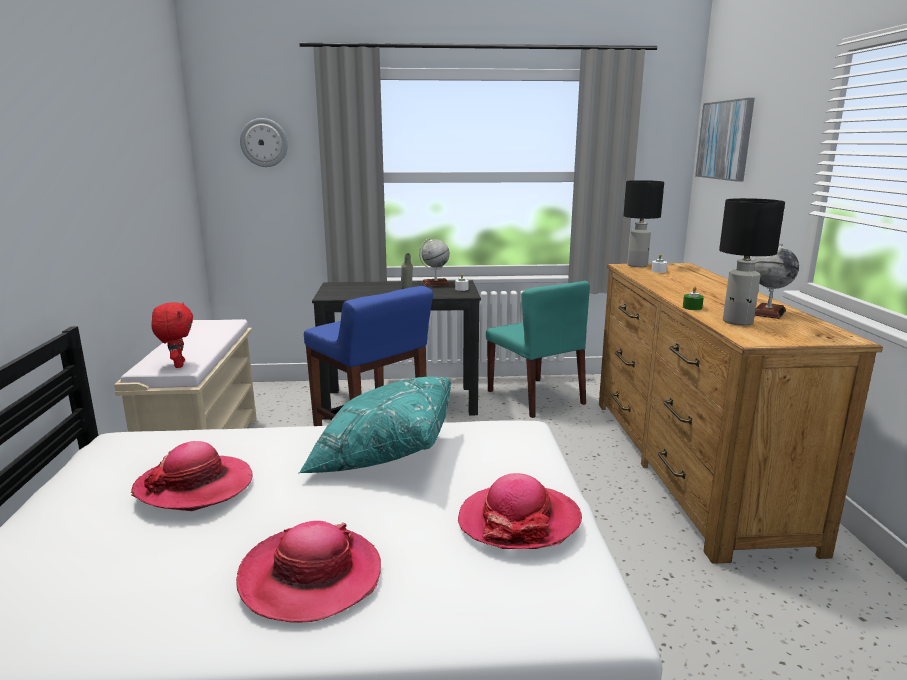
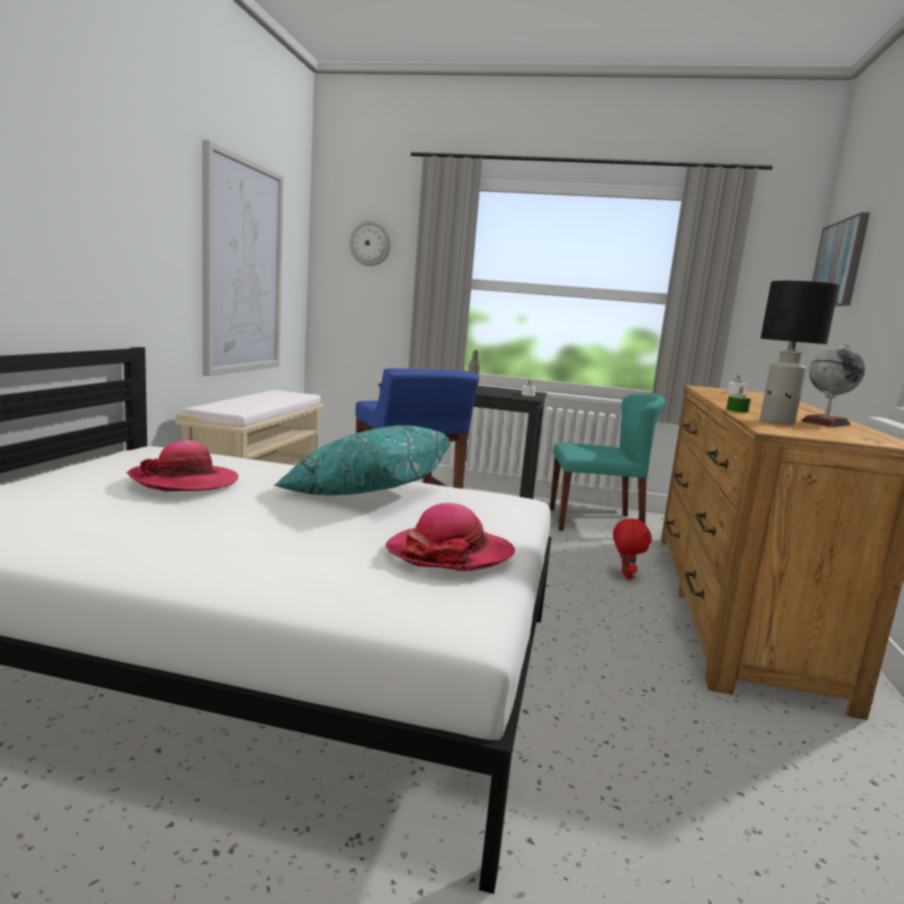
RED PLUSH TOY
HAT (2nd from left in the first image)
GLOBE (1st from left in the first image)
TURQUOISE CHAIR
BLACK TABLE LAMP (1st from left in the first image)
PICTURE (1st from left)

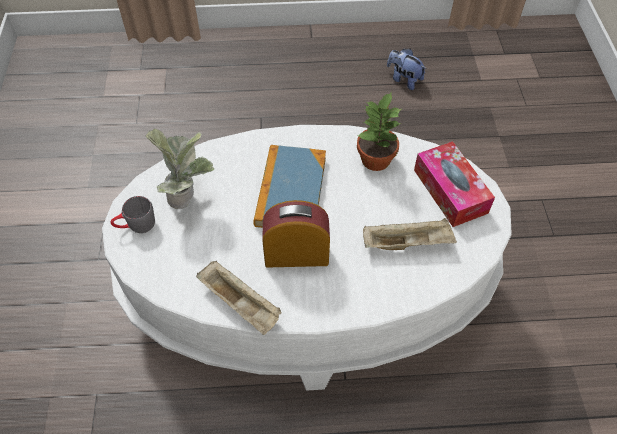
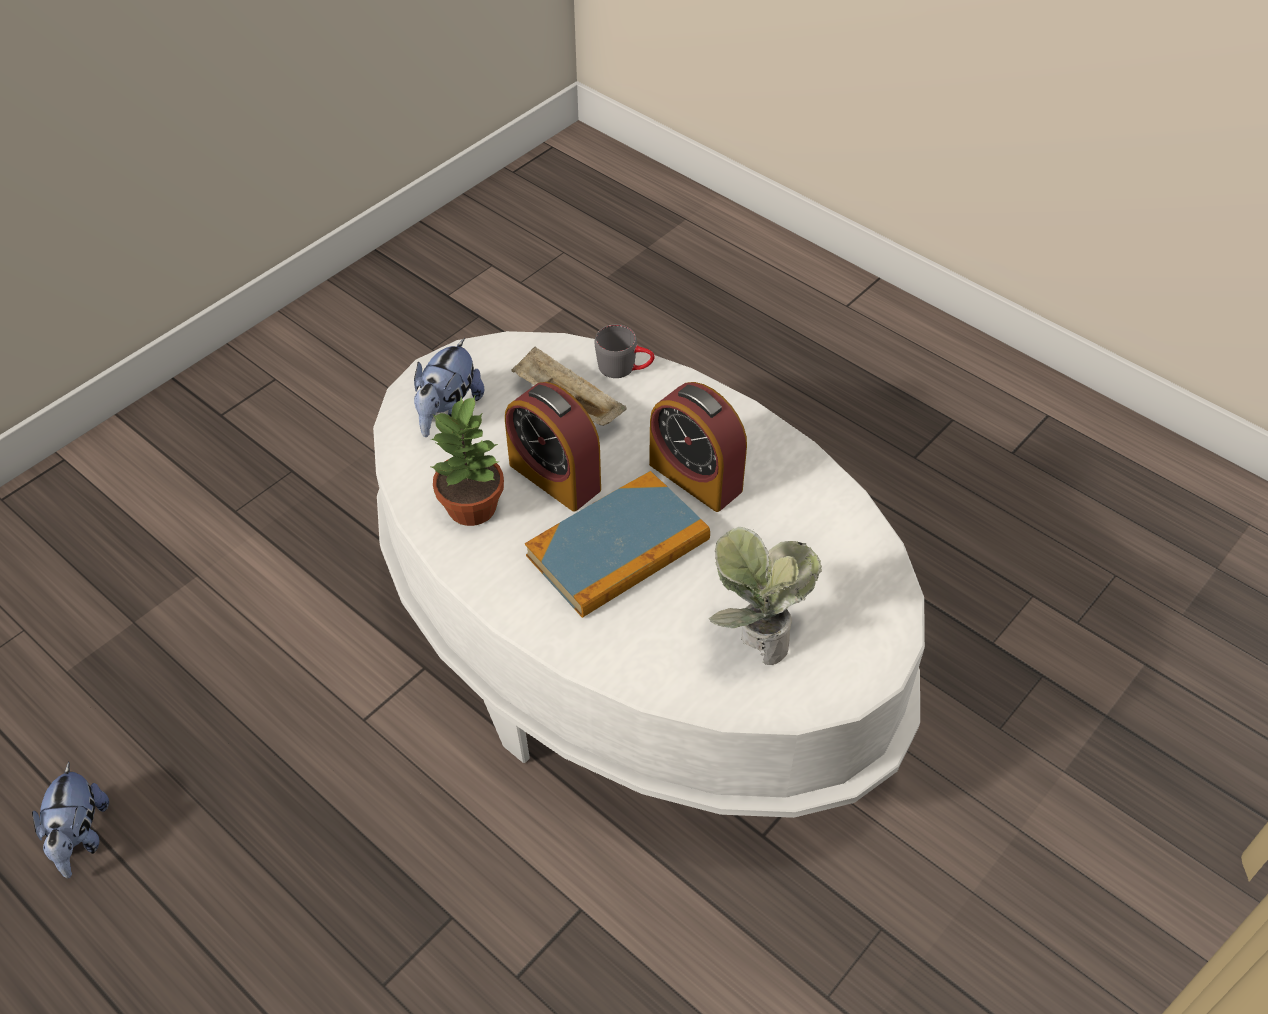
GREY MUG
BEIGE TRAY (1st from left in the first image)
PLUSH TOY (2nd from left)
ALARM CLOCK (1st from left)

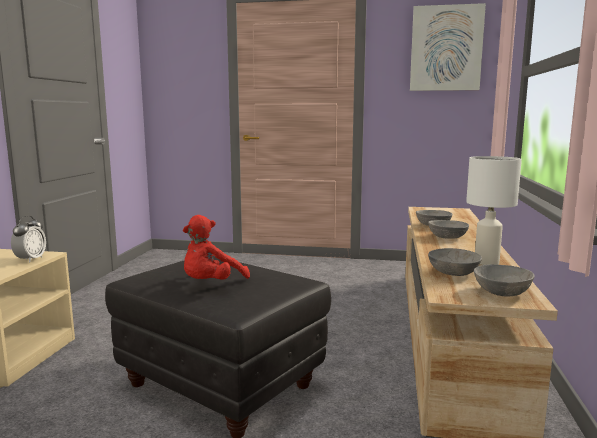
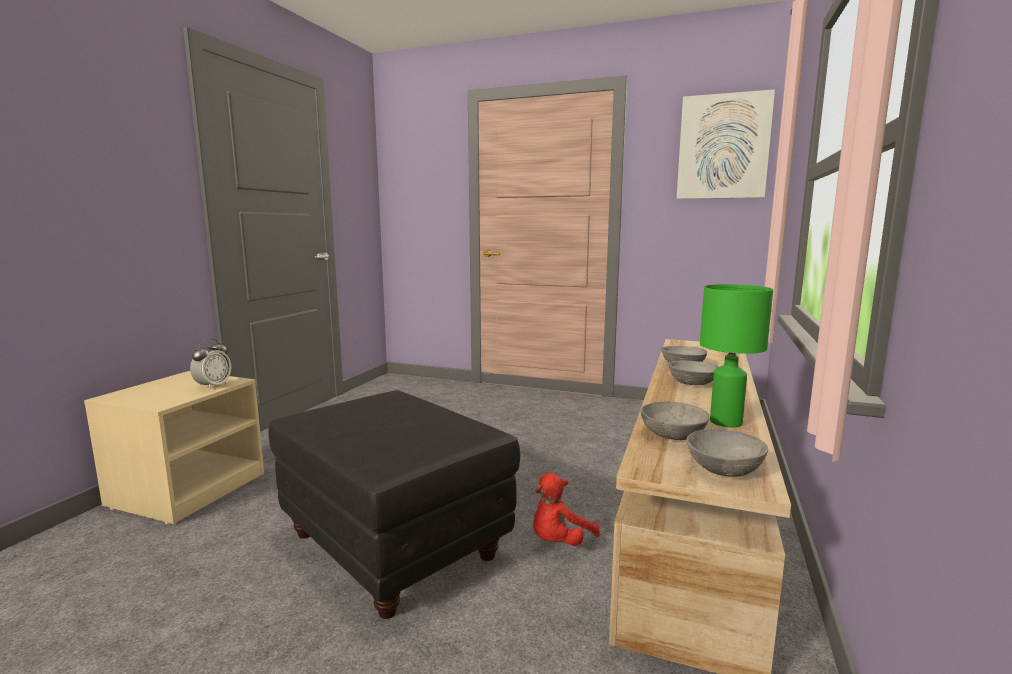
RED PLUSH TOY
GREEN TABLE LAMP

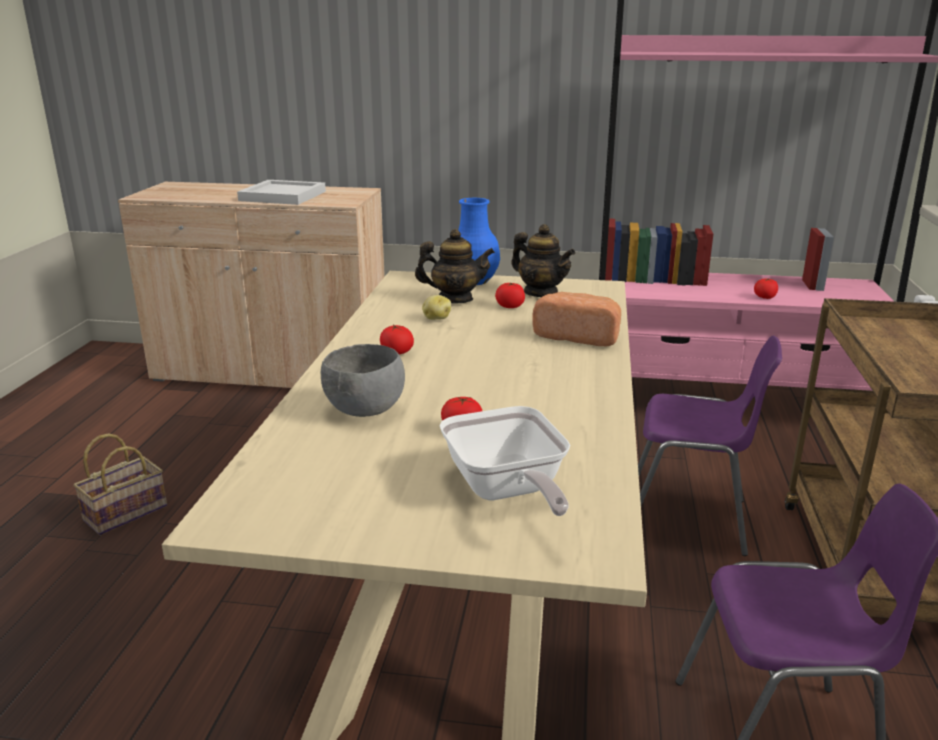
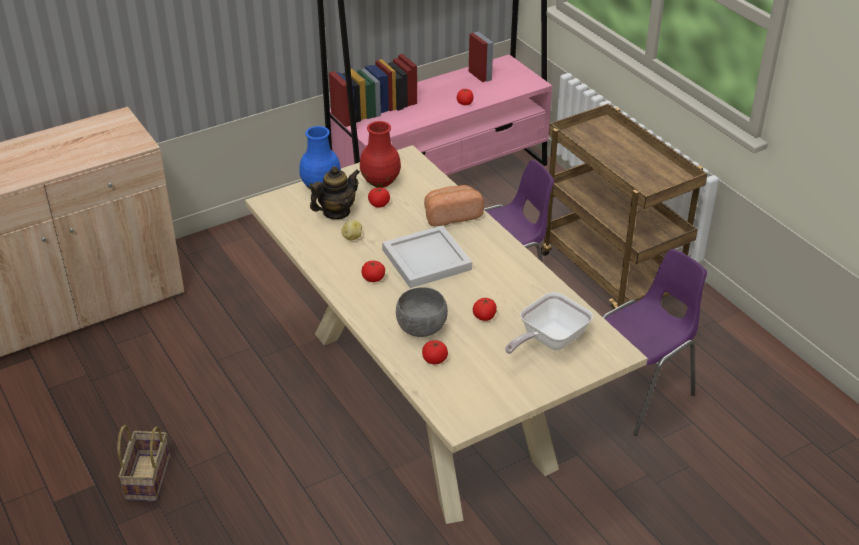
WHITE TRAY
FRYING PAN
RED VASE
TOMATO (3rd from left)

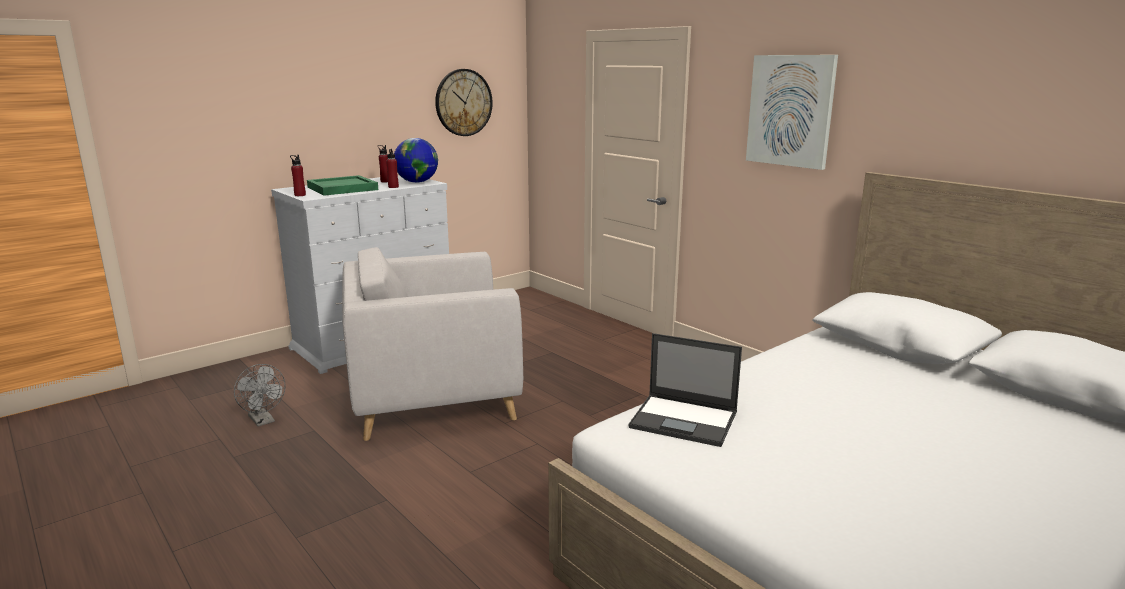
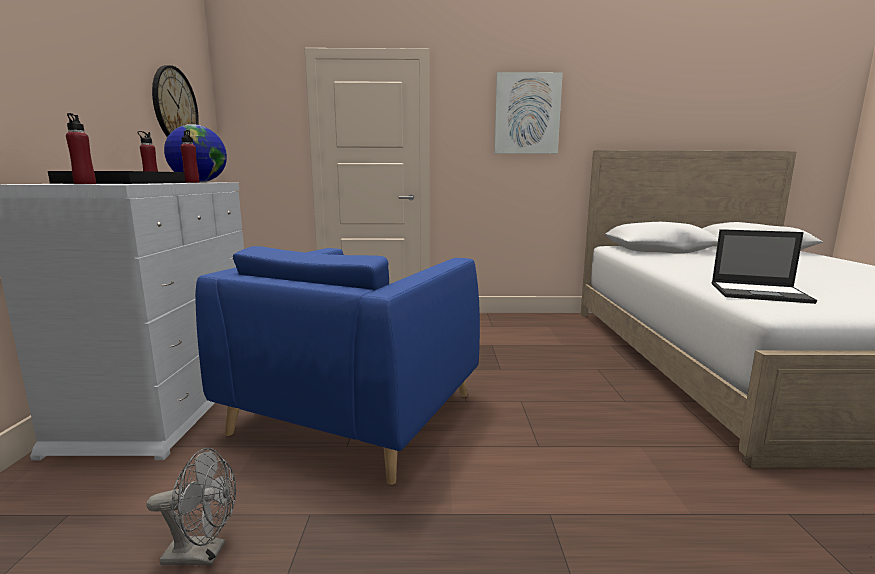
BLACK TRAY
BLUE ARMCHAIR
LAPTOP

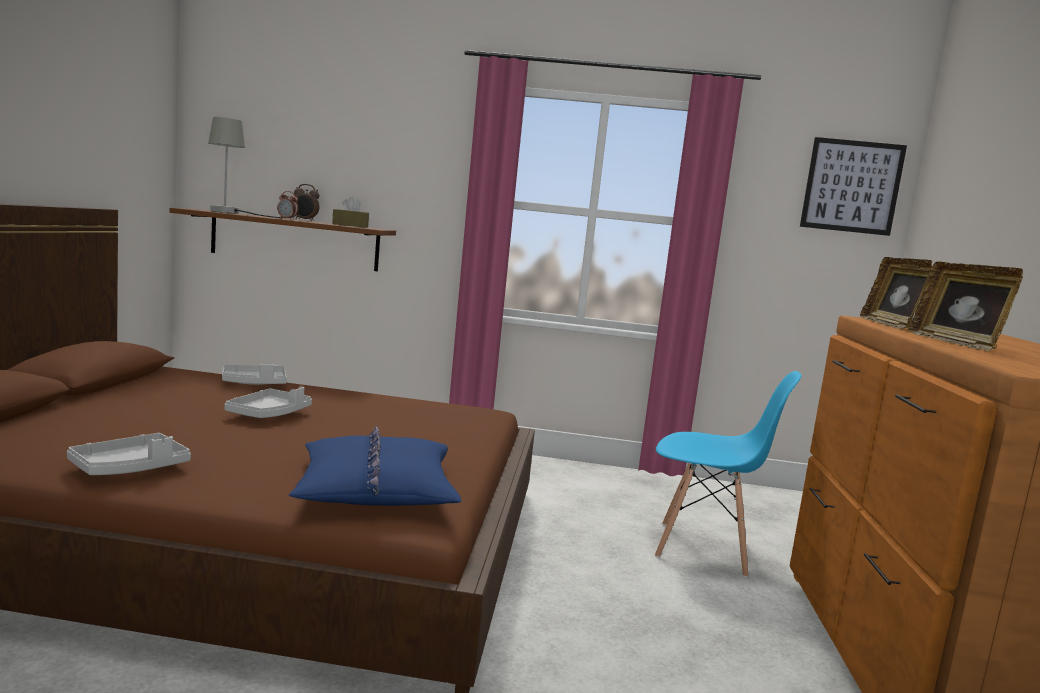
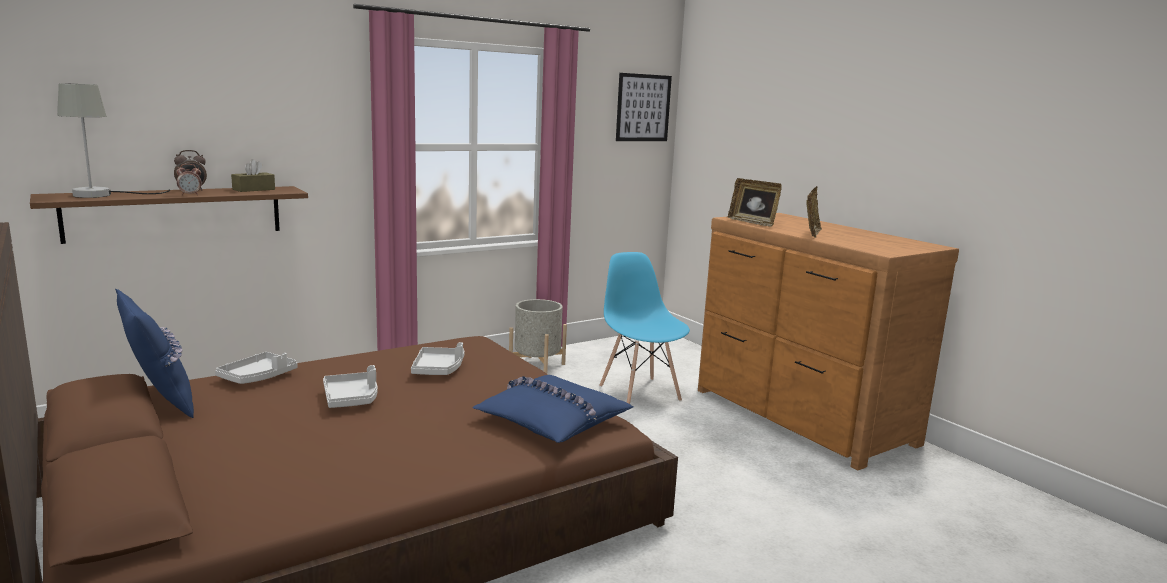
GREY TRAY (3rd from left)
BLUE CHAIR
PICTURE FRAME (2nd from left)
BLUE PILLOW (1st from left)
GREY PLANTER

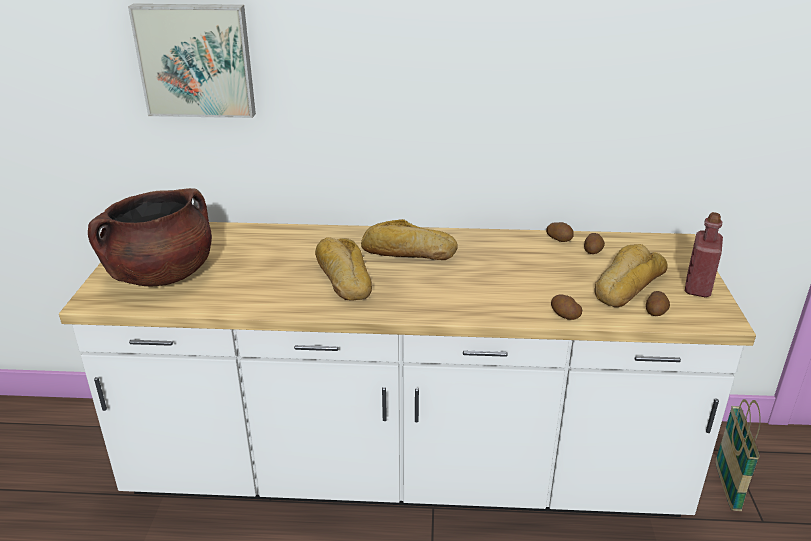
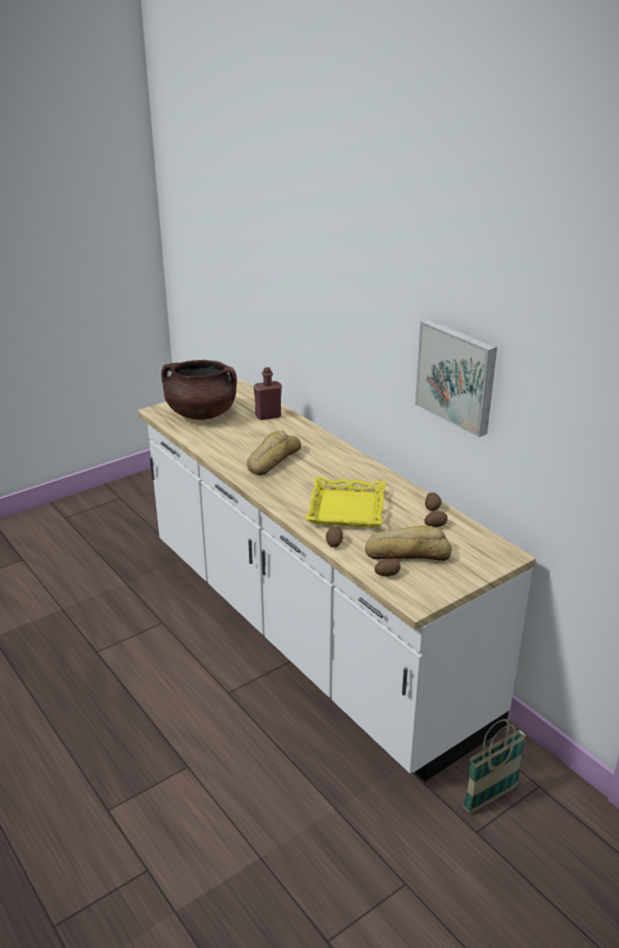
PICTURE
BREAD (2nd from left in the first image)
RED BOTTLE
YELLOW TRAY

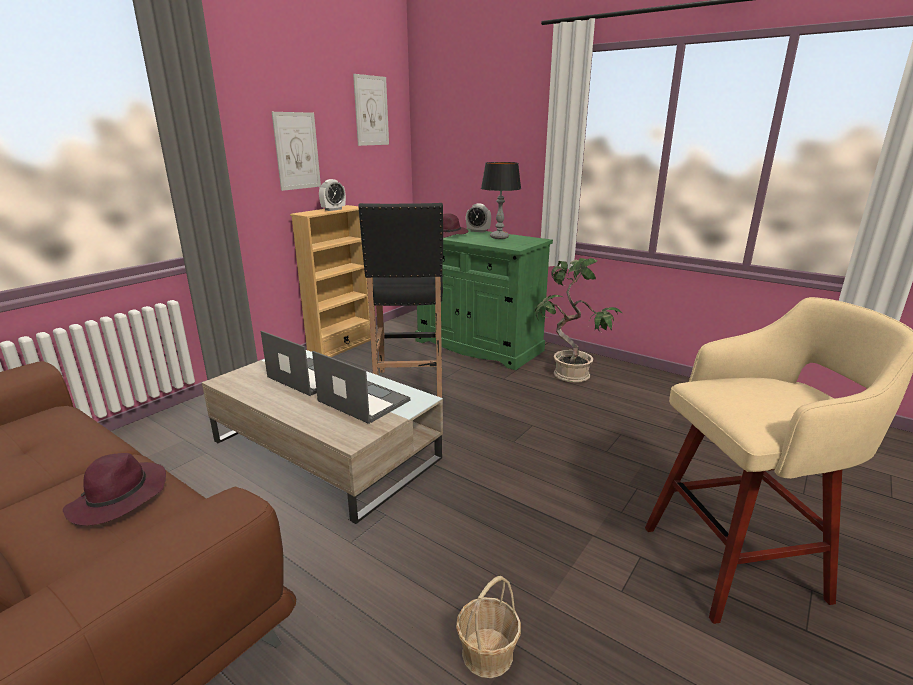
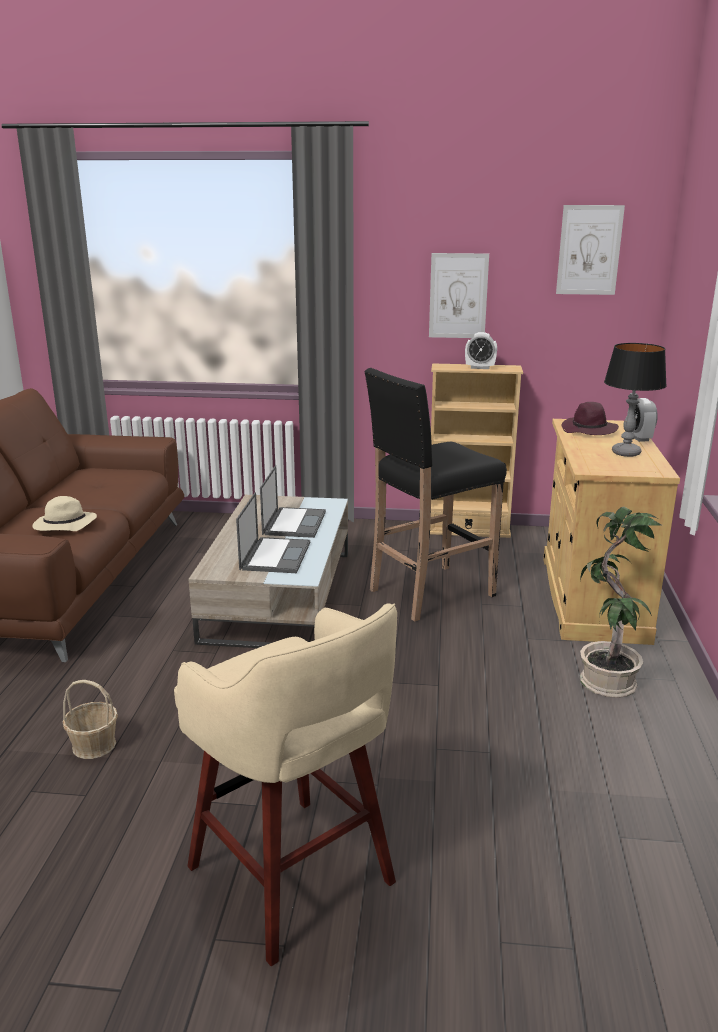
BEIGE HAT
BEIGE CABINET

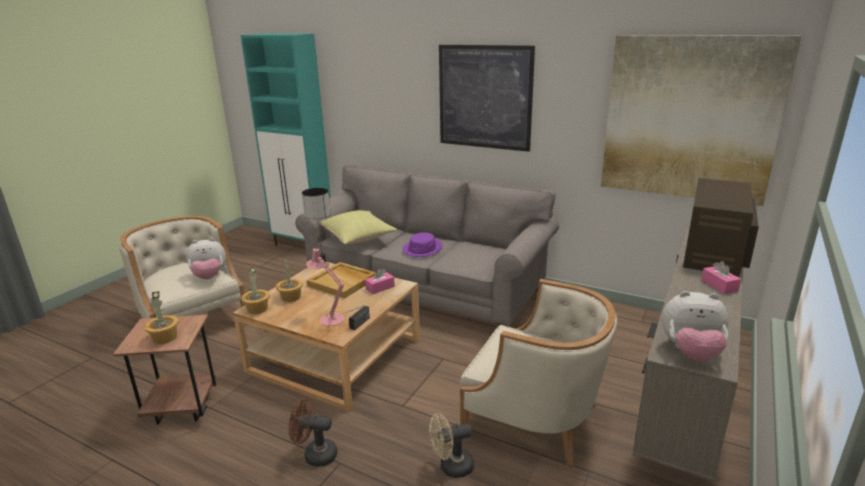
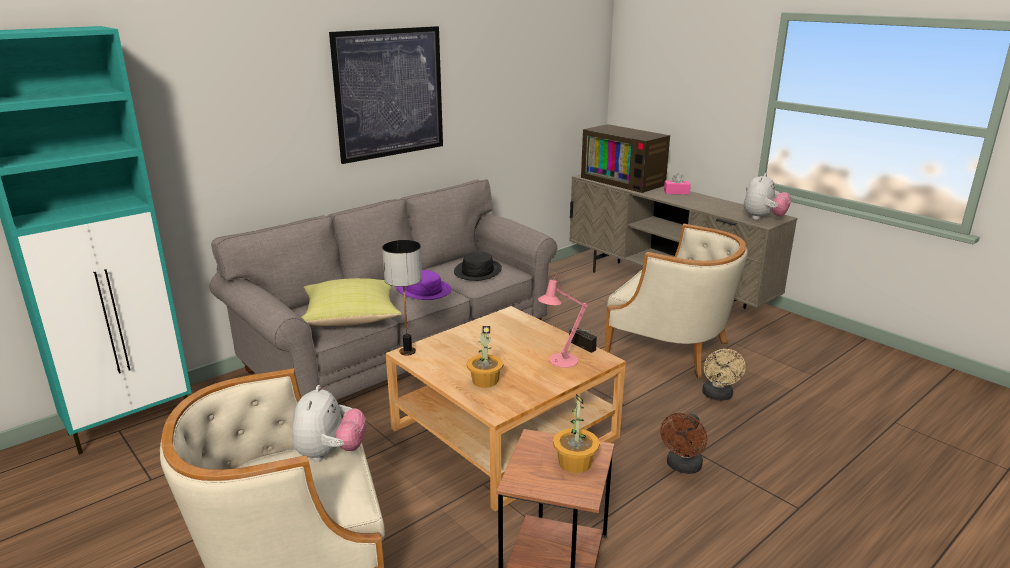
POTTED PLANT (2nd from left in the first image)
BEIGE TRAY
PINK TISSUE BOX (1st from left in the first image)
BEIGE ARMCHAIR (2nd from left)
PICTURE (2nd from left in the first image)
BLACK HAT

